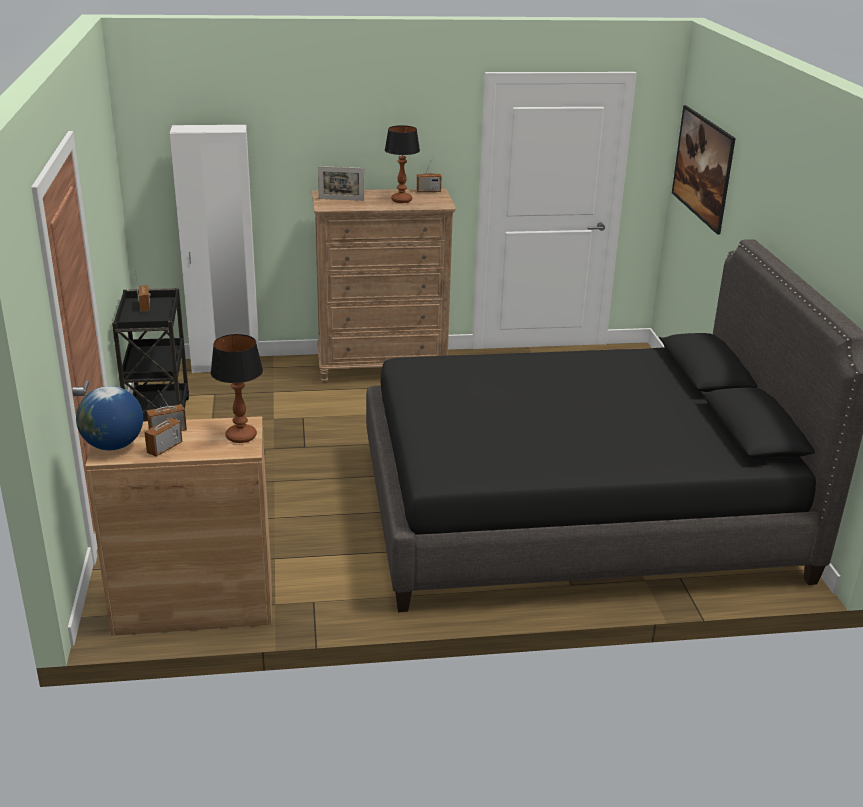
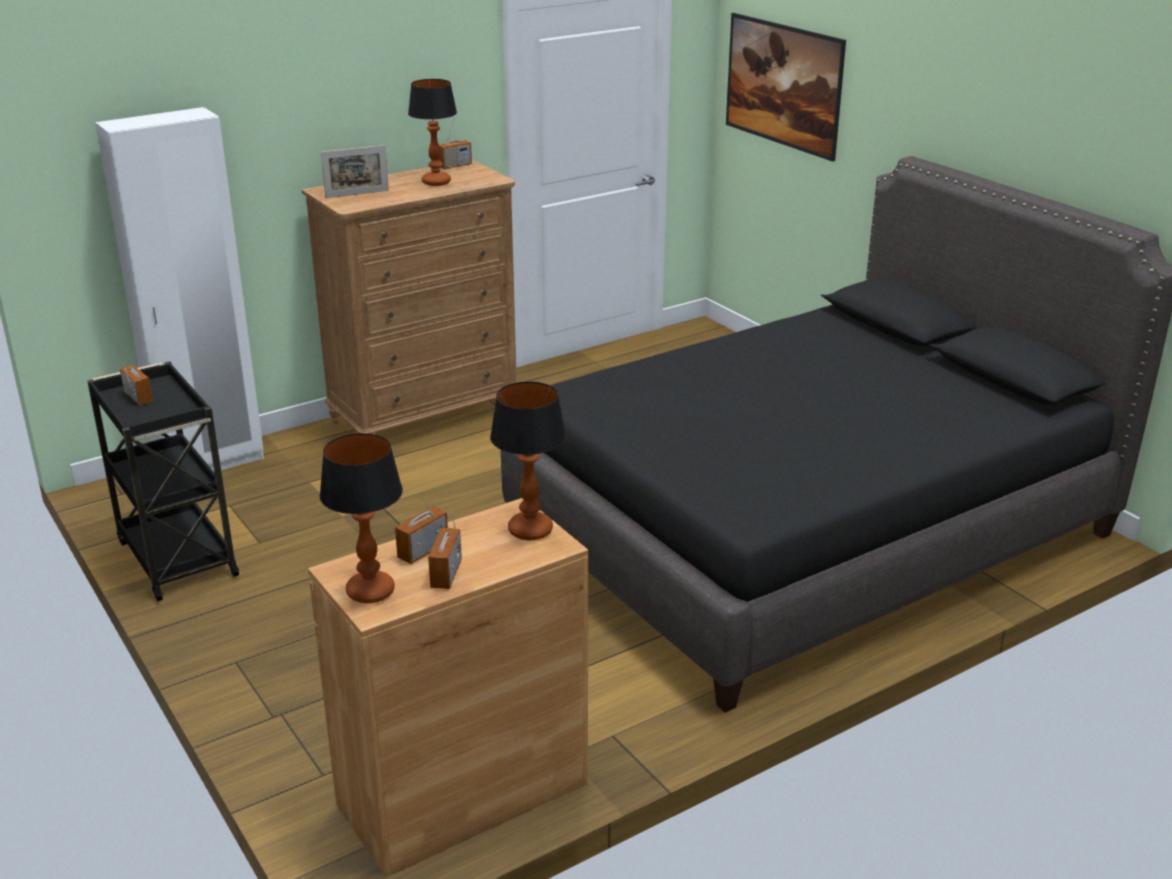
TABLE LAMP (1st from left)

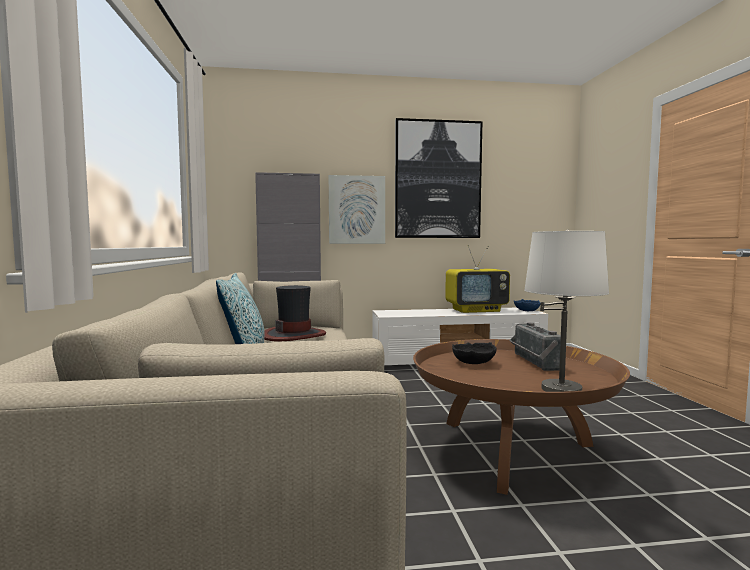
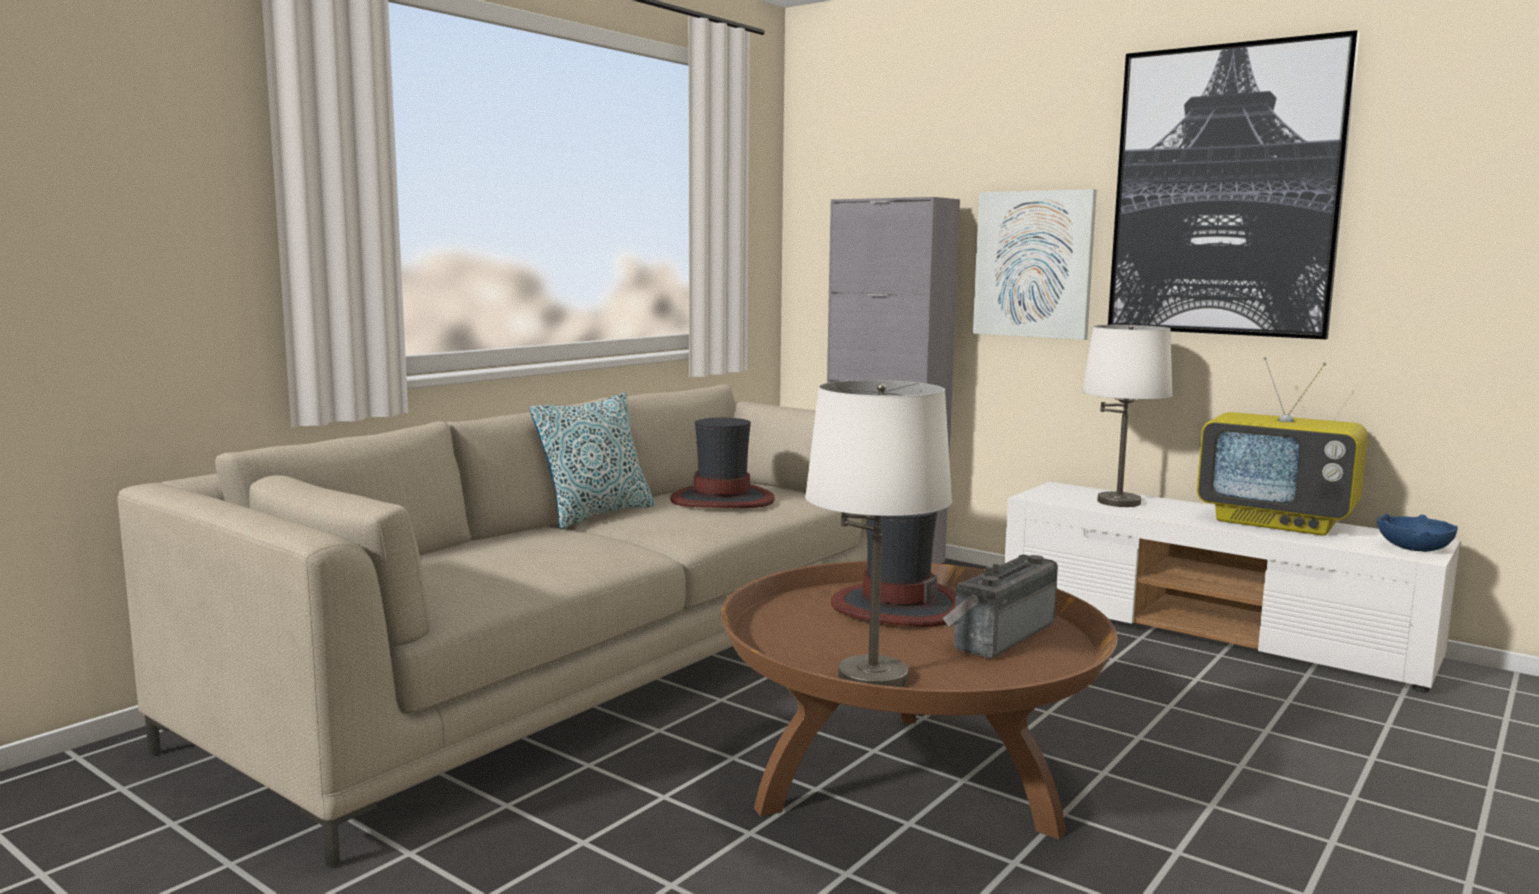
HAT (2nd from left)
WHITE TABLE LAMP (2nd from left)

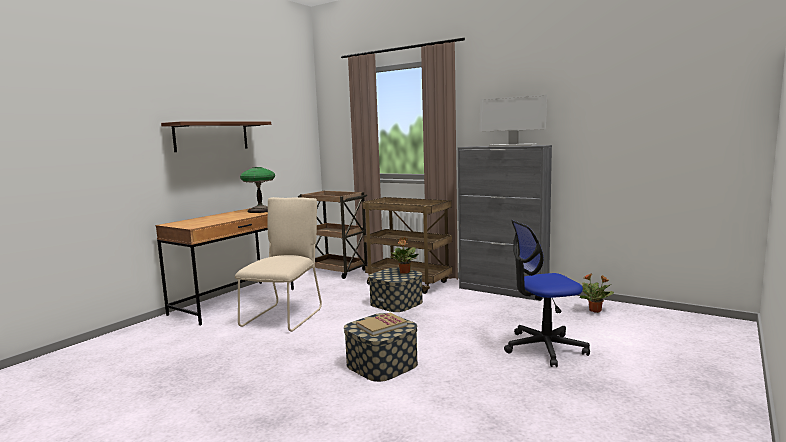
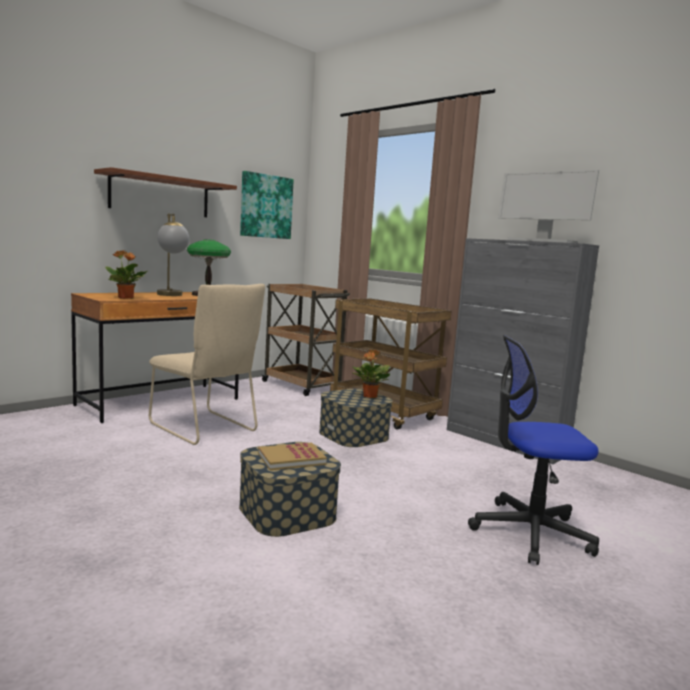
BEIGE CHAIR
POTTED PLANT (1st from left)
TABLE LAMP (1st from left)
PICTURE

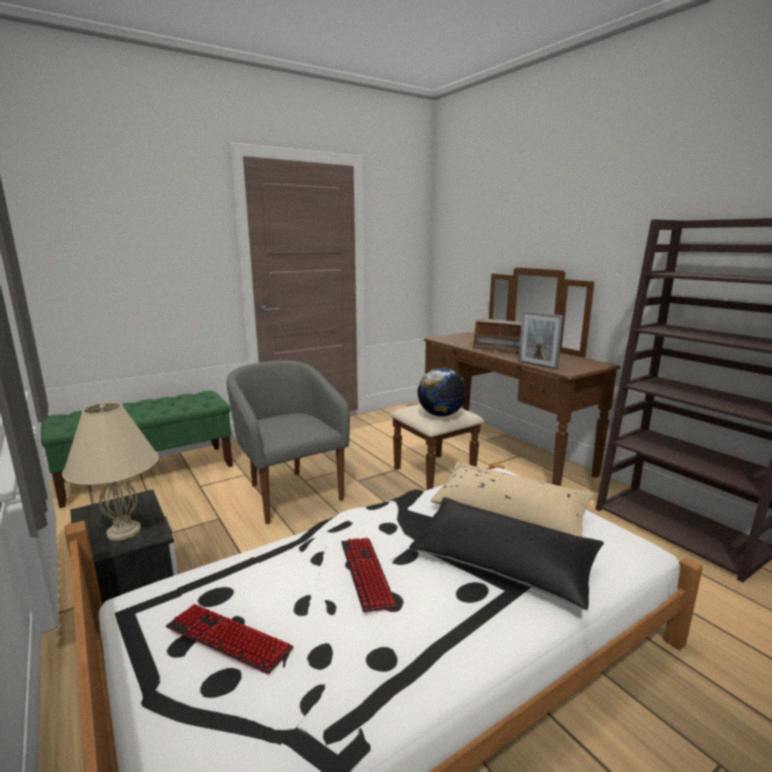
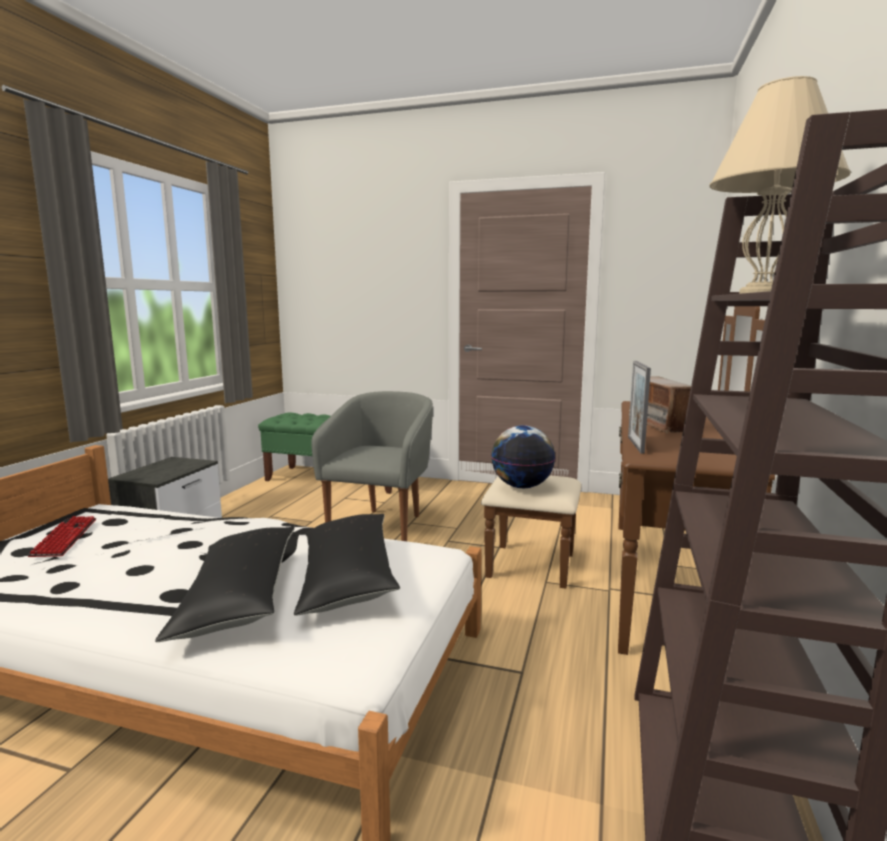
BEIGE TABLE LAMP
KEYBOARD (2nd from left in the first image)
BLACK PILLOW (2nd from left)

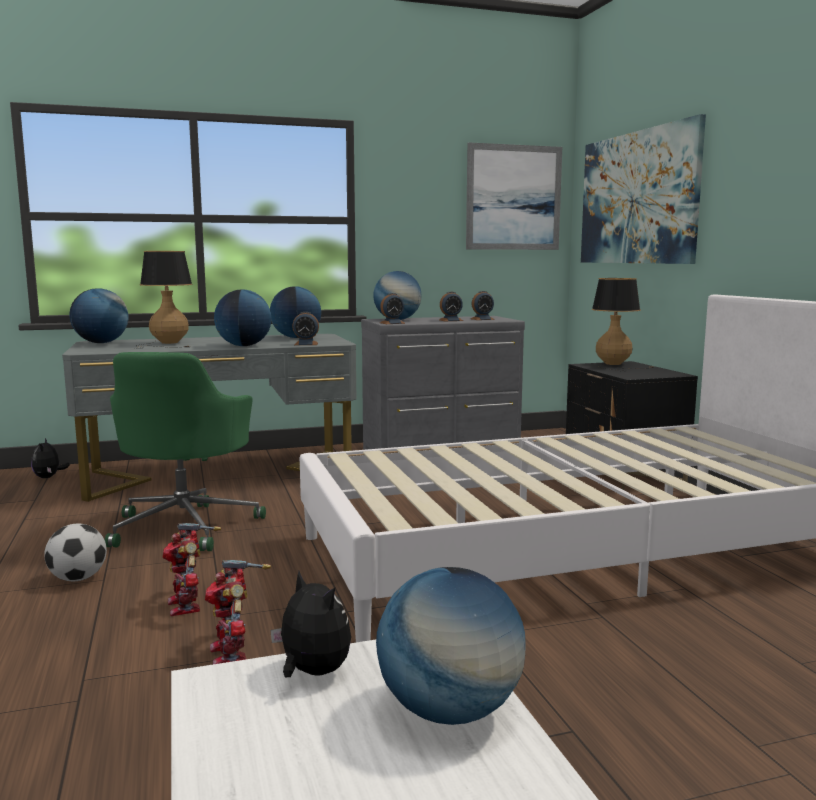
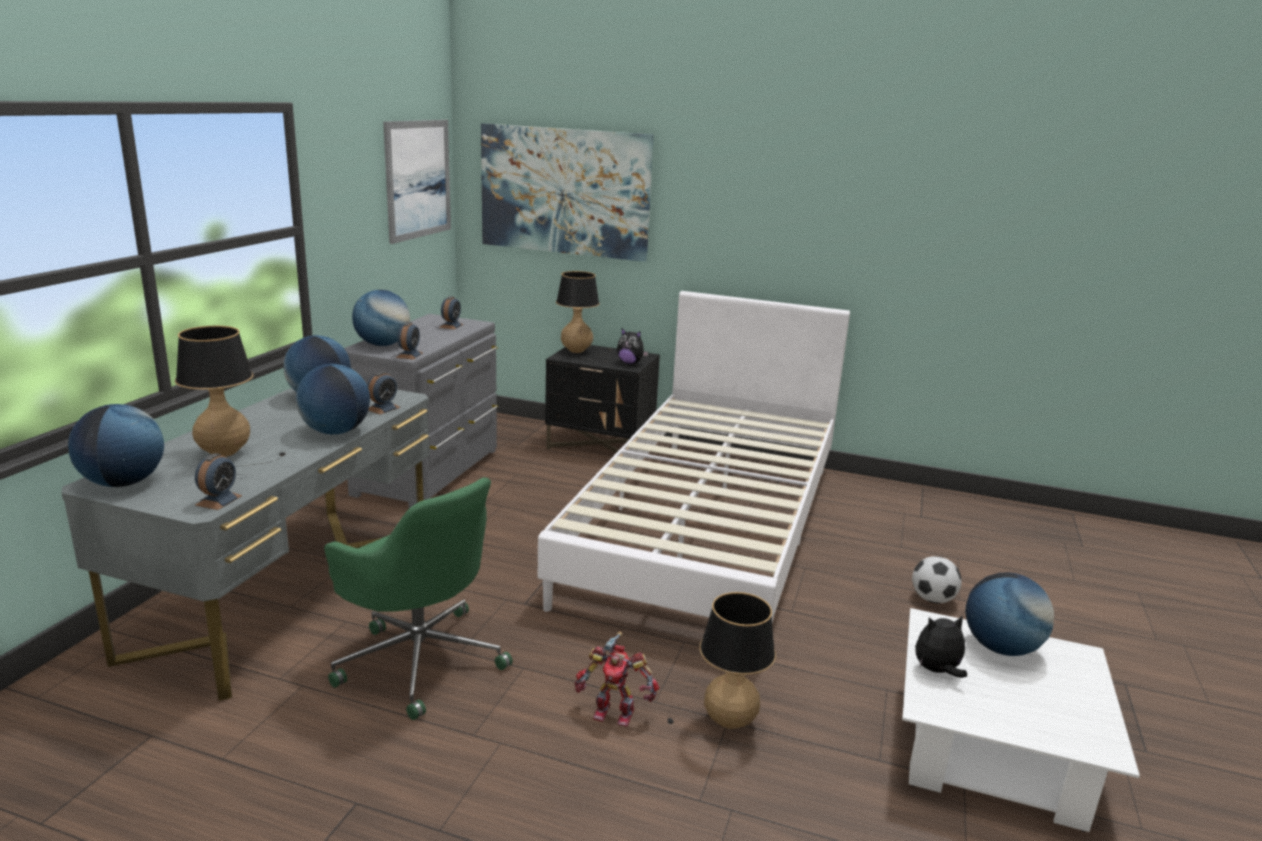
PLUSH TOY (1st from left)
FOOTBALL
TABLE LAMP (3rd from left)
ALARM CLOCK (1st from left)

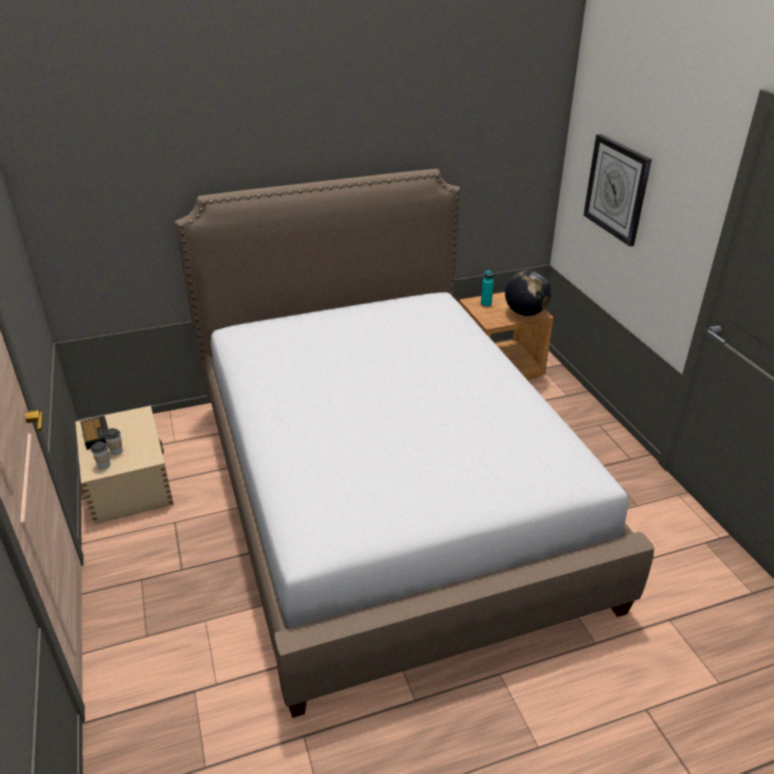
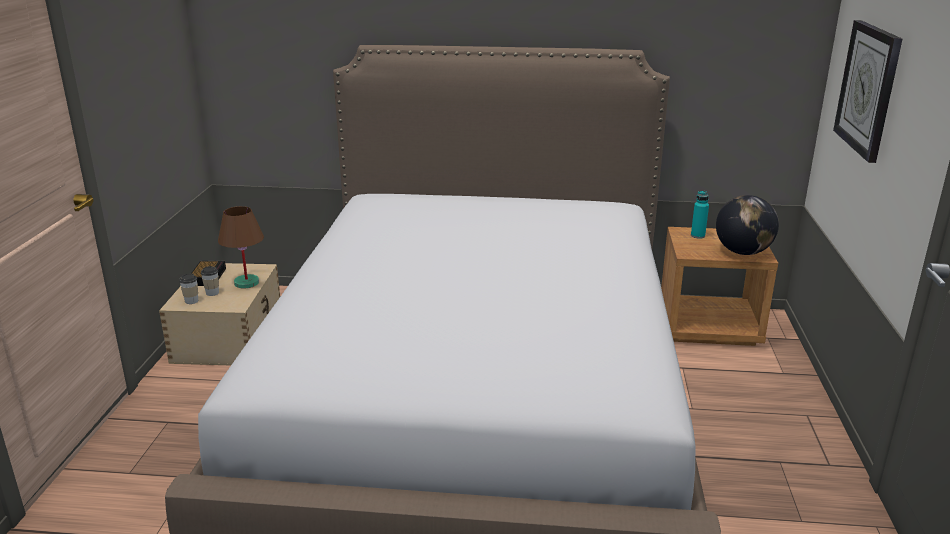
BROWN TABLE LAMP

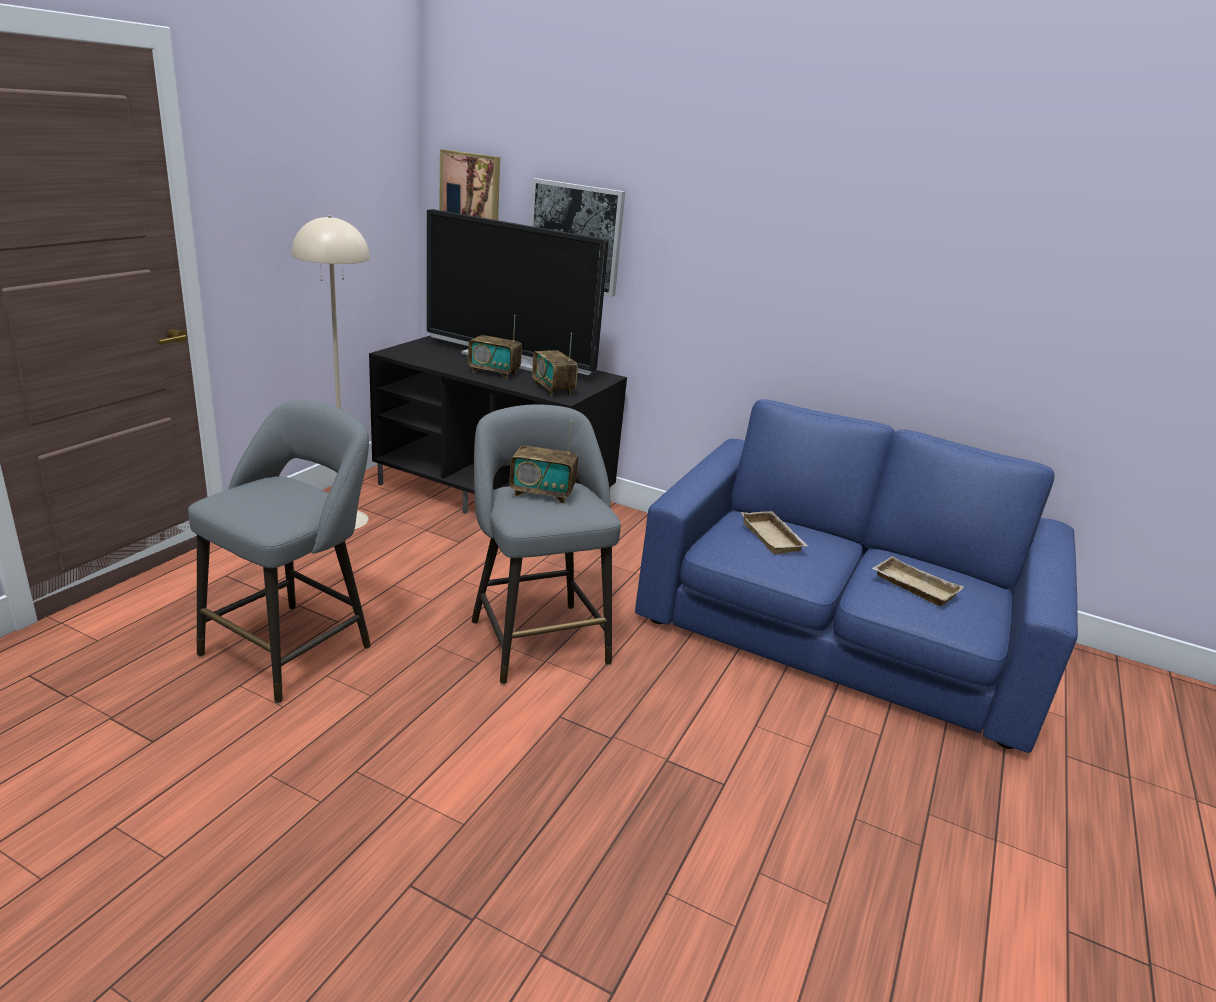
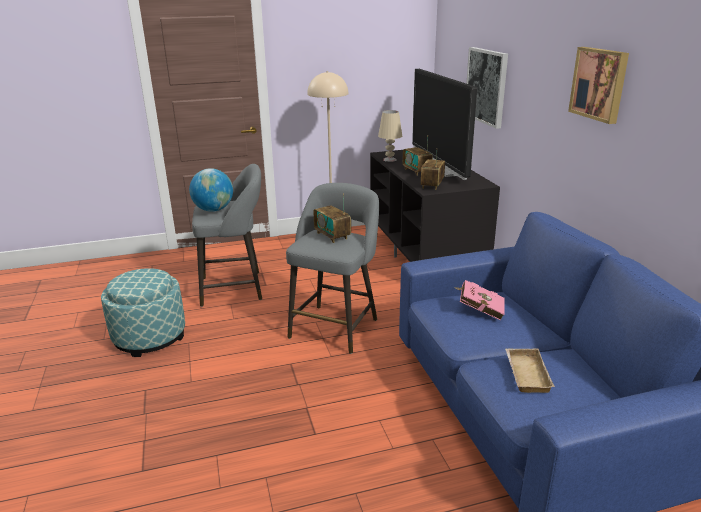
PICTURE (2nd from left)
PINK BOOK
OTTOMAN
GLOBE
BEIGE TABLE LAMP

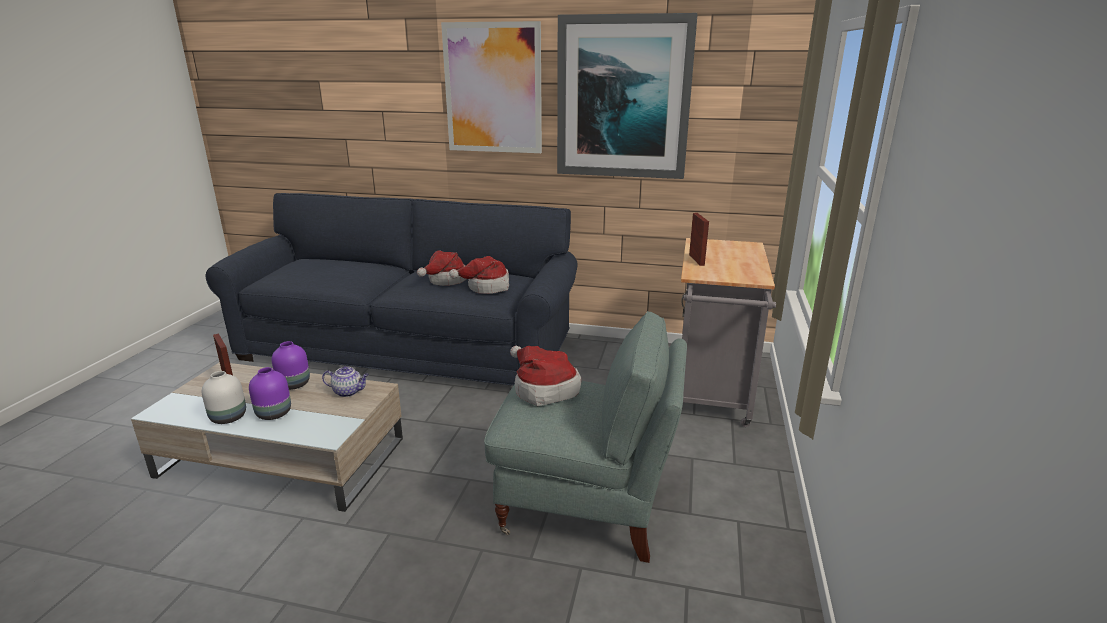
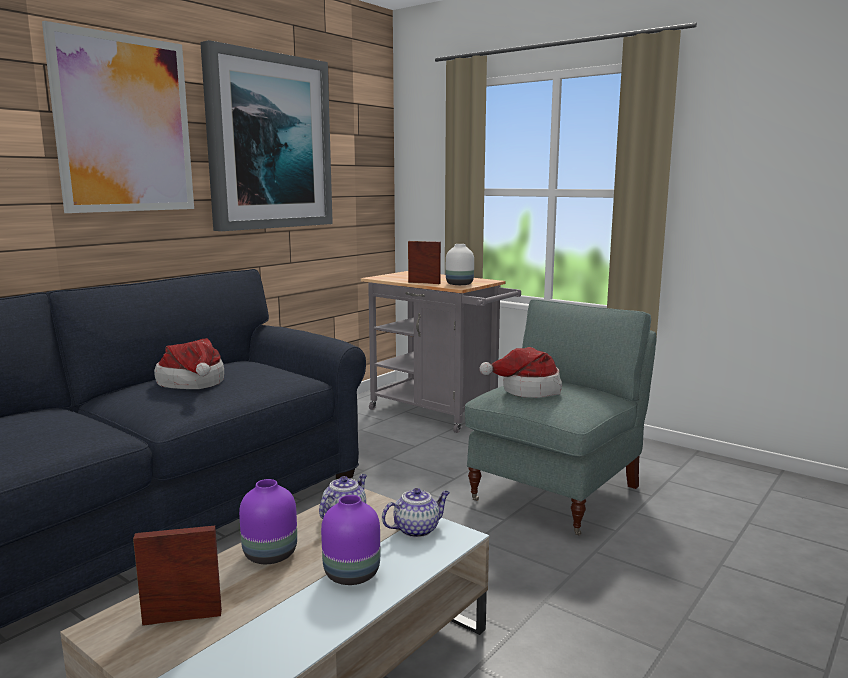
WHITE VASE
HAT (2nd from left in the first image)
TEAPOT (2nd from left)

